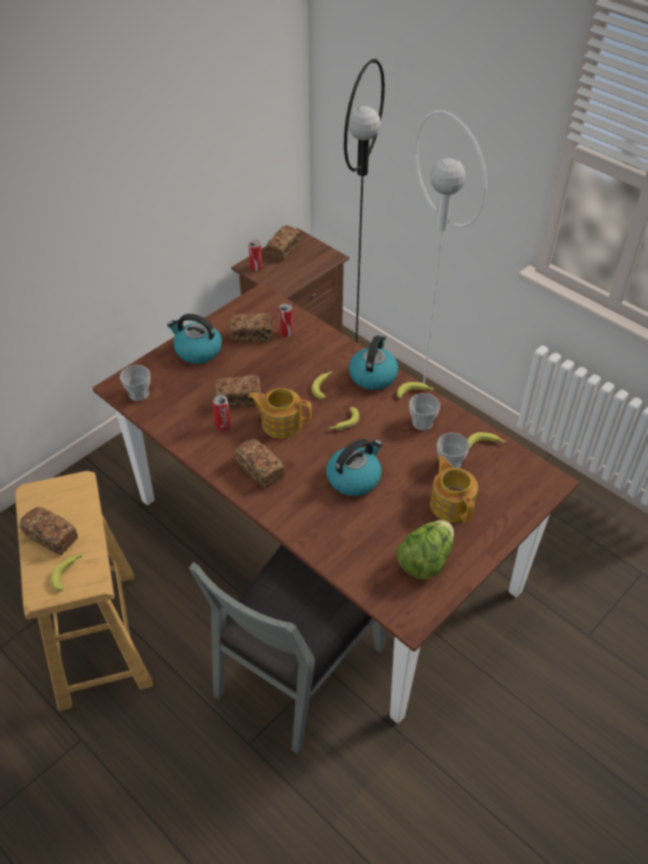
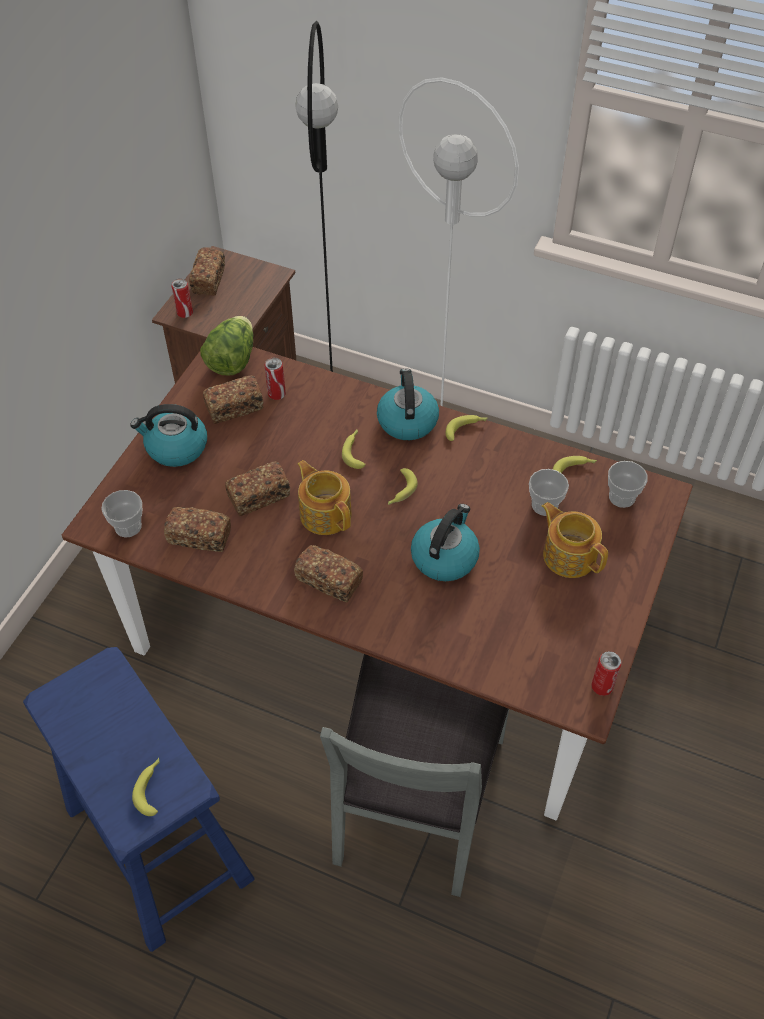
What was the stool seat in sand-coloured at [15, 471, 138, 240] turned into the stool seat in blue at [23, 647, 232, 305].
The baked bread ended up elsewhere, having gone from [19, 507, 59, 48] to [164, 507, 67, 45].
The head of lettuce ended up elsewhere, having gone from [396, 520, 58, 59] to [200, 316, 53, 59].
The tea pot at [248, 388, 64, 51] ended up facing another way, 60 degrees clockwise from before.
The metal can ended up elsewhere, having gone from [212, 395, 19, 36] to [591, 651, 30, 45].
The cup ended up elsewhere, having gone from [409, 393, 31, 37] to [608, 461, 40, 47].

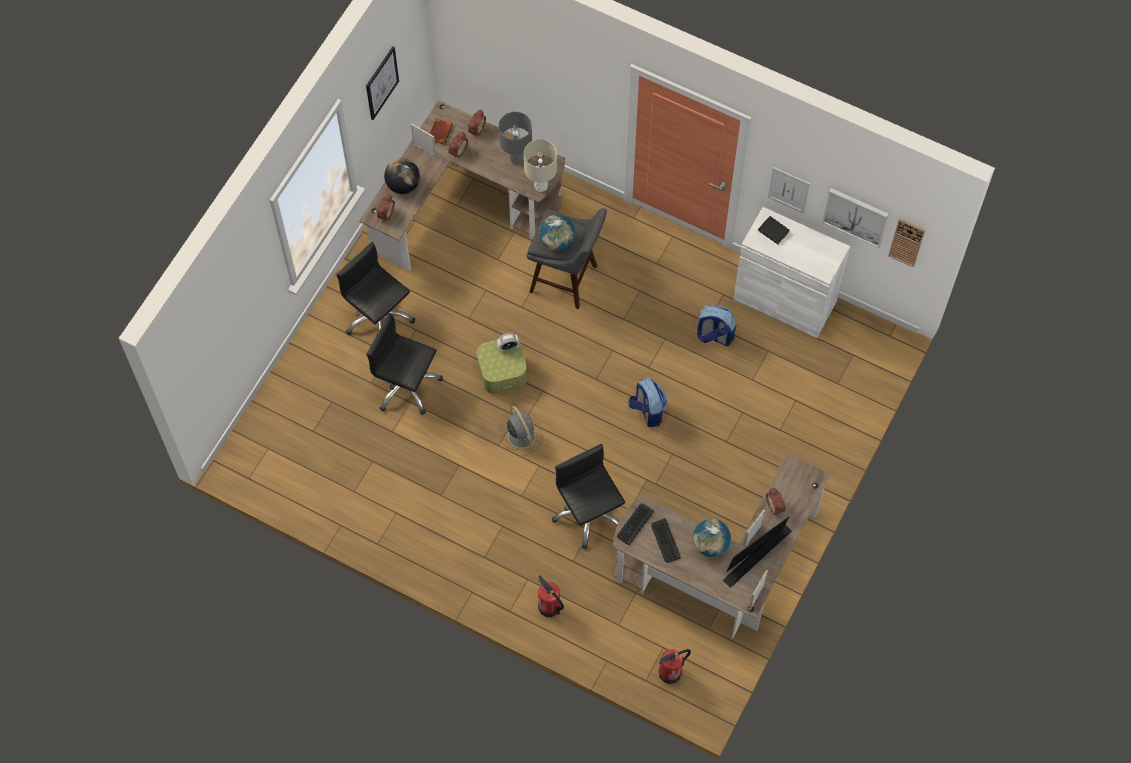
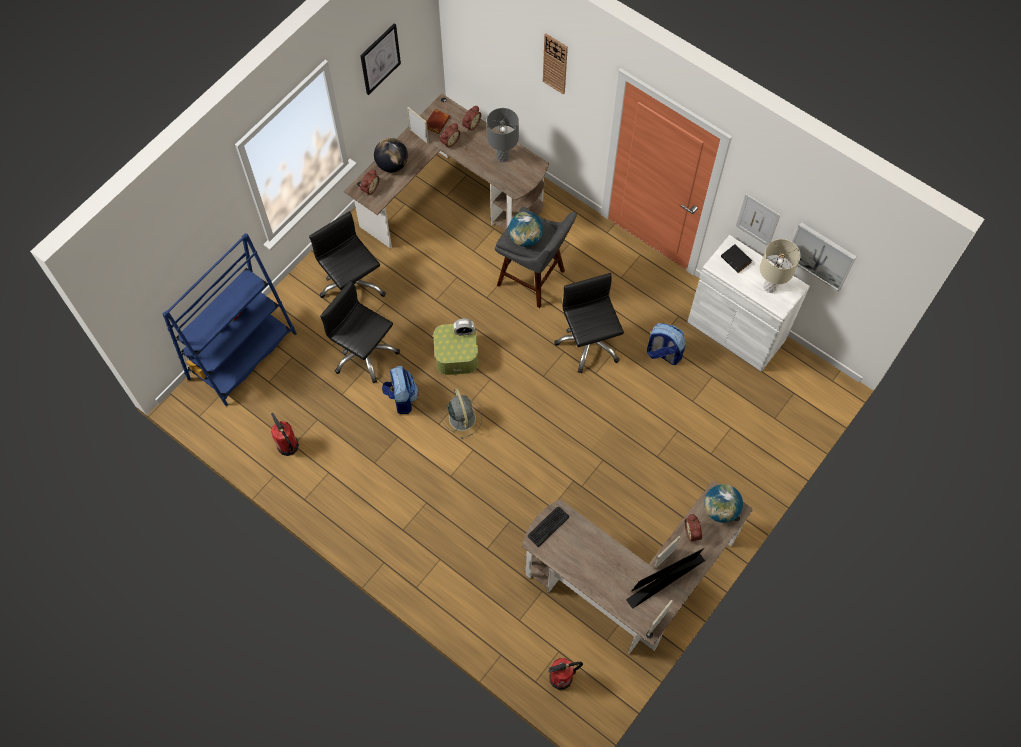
The second view gained the shelving unit in blue at [163, 233, 134, 173].
The fire-fighting cylinder ended up elsewhere, having gone from [538, 575, 26, 42] to [271, 413, 28, 43].
The backpack ended up elsewhere, having gone from [628, 377, 39, 50] to [382, 366, 37, 48].
The wall clock ended up elsewhere, having gone from [888, 218, 37, 49] to [543, 33, 25, 62].
The computer chair in black-coloured ended up elsewhere, having gone from [552, 444, 73, 105] to [555, 273, 69, 100].
The globe ended up elsewhere, having gone from [693, 519, 38, 38] to [704, 484, 39, 39].
The tabletop lamp in sand-coloured ended up elsewhere, having gone from [524, 139, 33, 53] to [760, 239, 41, 54].
The second view lost the PC keyboard at [651, 518, 30, 45].

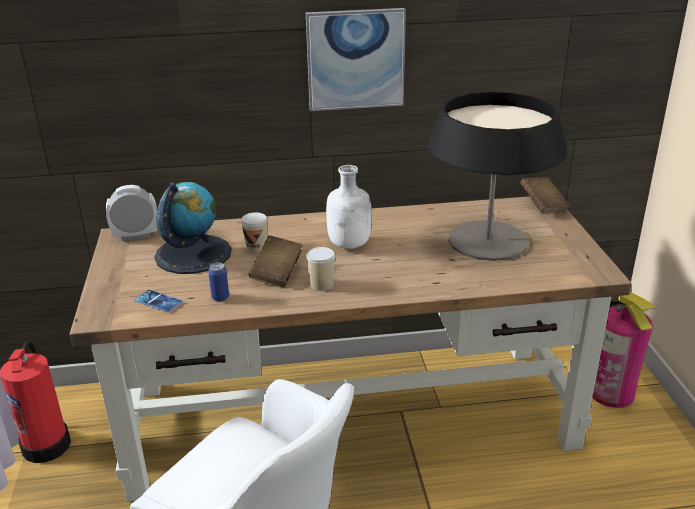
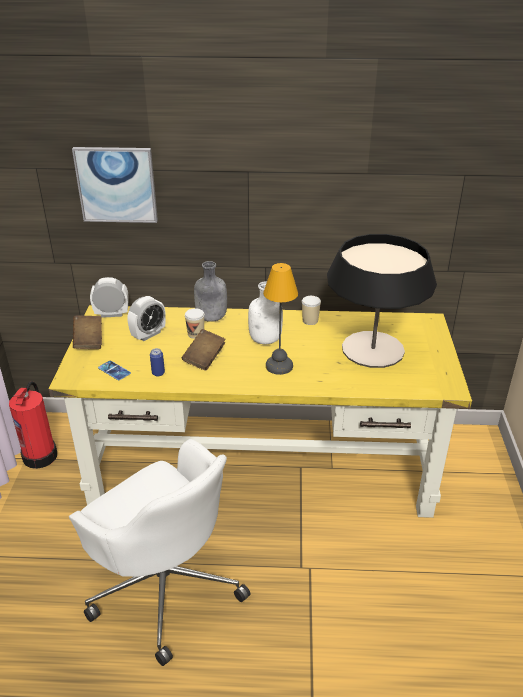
What was the desk table in brown at [70, 196, 562, 305] turned into the desk table in yellowish at [49, 305, 423, 213].
The picture ended up elsewhere, having gone from [306, 8, 100, 103] to [72, 147, 86, 76].
The volume in brown ended up elsewhere, having gone from [520, 177, 51, 36] to [73, 315, 29, 34].
Where the globe stood at [154, 182, 78, 92], the table clock came to stand at [128, 296, 38, 45].
The second view gained the beverage bottle in greyish at [194, 261, 33, 61].
The second view gained the tabletop lamp at [263, 263, 35, 112].
The cup ended up elsewhere, having gone from [306, 247, 29, 44] to [302, 296, 19, 29].
The second view lost the fire-fighting cylinder at [592, 293, 63, 115].

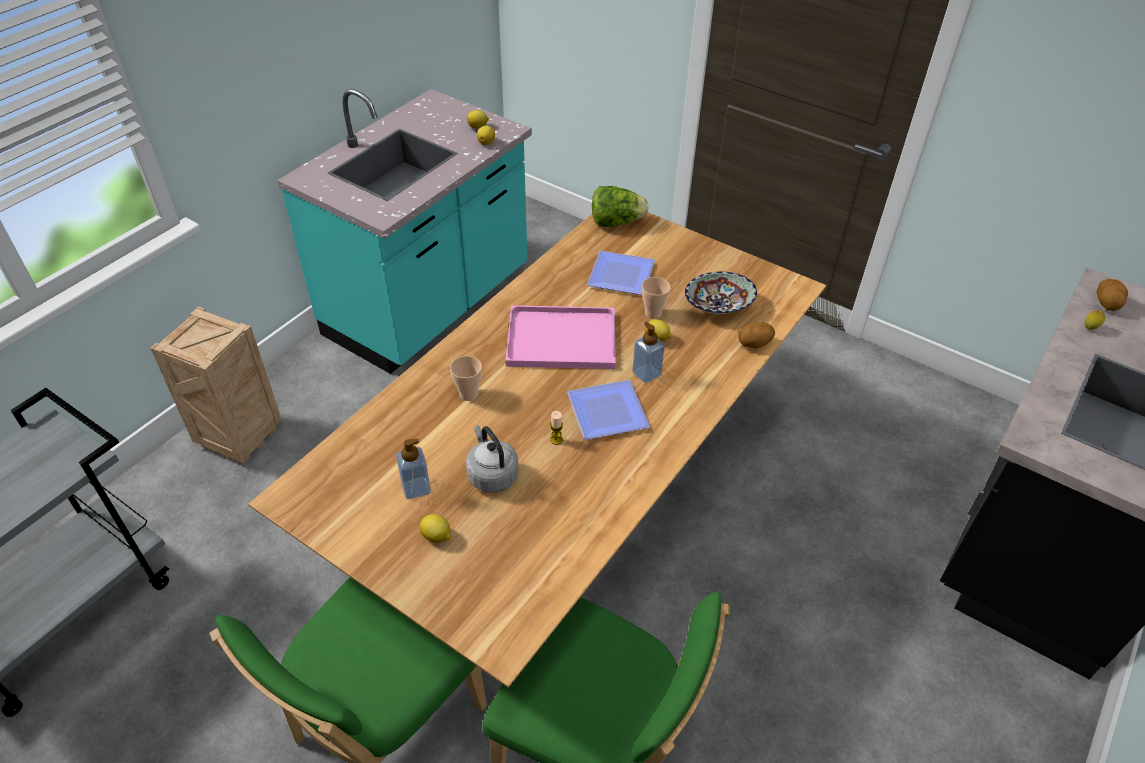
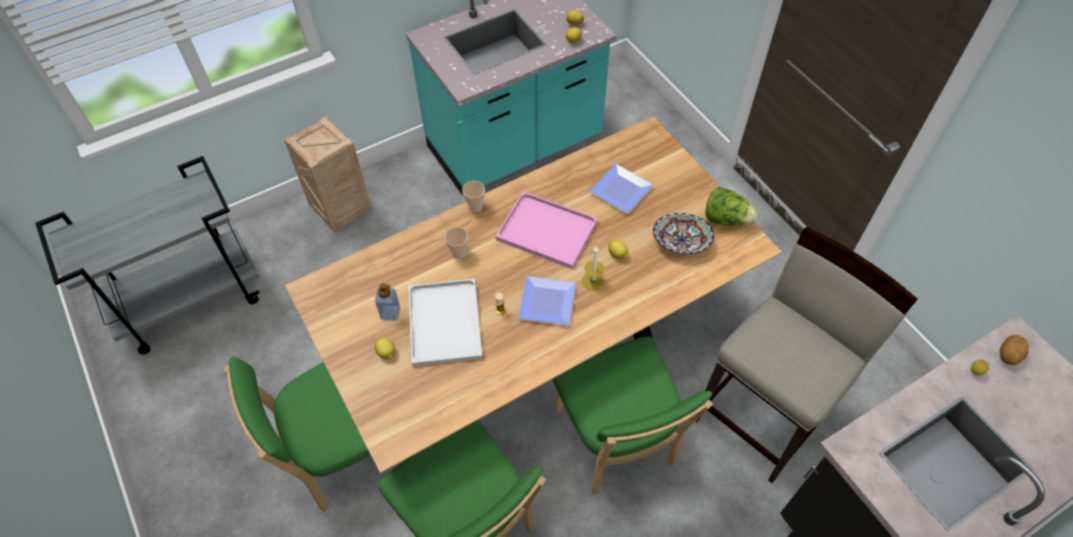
Where the water kettle in greyish stood at [466, 426, 53, 67], the tray in white-coloured came to stand at [408, 279, 75, 87].
The cup ended up elsewhere, having gone from [642, 277, 29, 42] to [462, 181, 23, 32].
The second view gained the plain chair in green-coloured at [552, 336, 161, 158].
Where the soap dispenser stood at [632, 322, 33, 61], the wax light came to stand at [582, 246, 22, 45].
The second view gained the stool seat in sand-coloured at [695, 227, 223, 256].
The head of lettuce ended up elsewhere, having gone from [592, 186, 57, 41] to [706, 187, 52, 39].
The second view lost the whole potato at [738, 322, 37, 26].

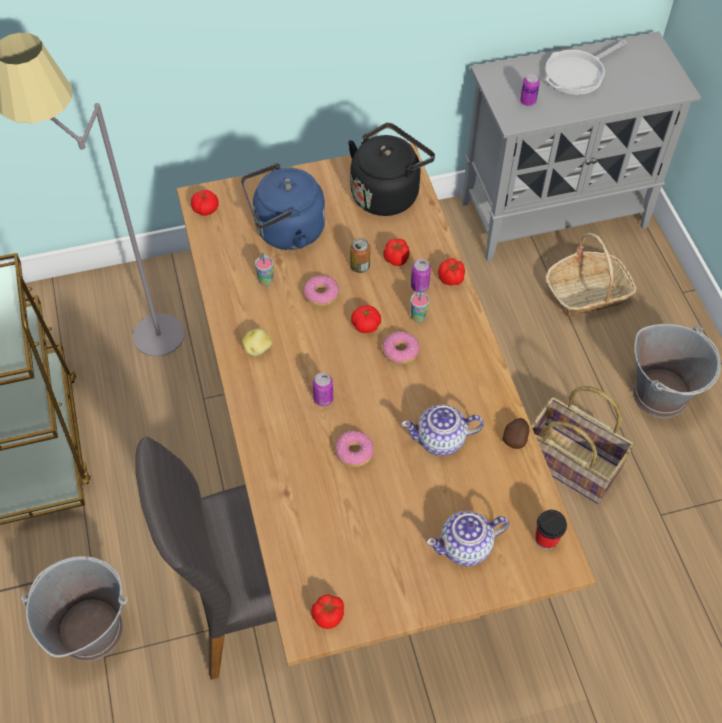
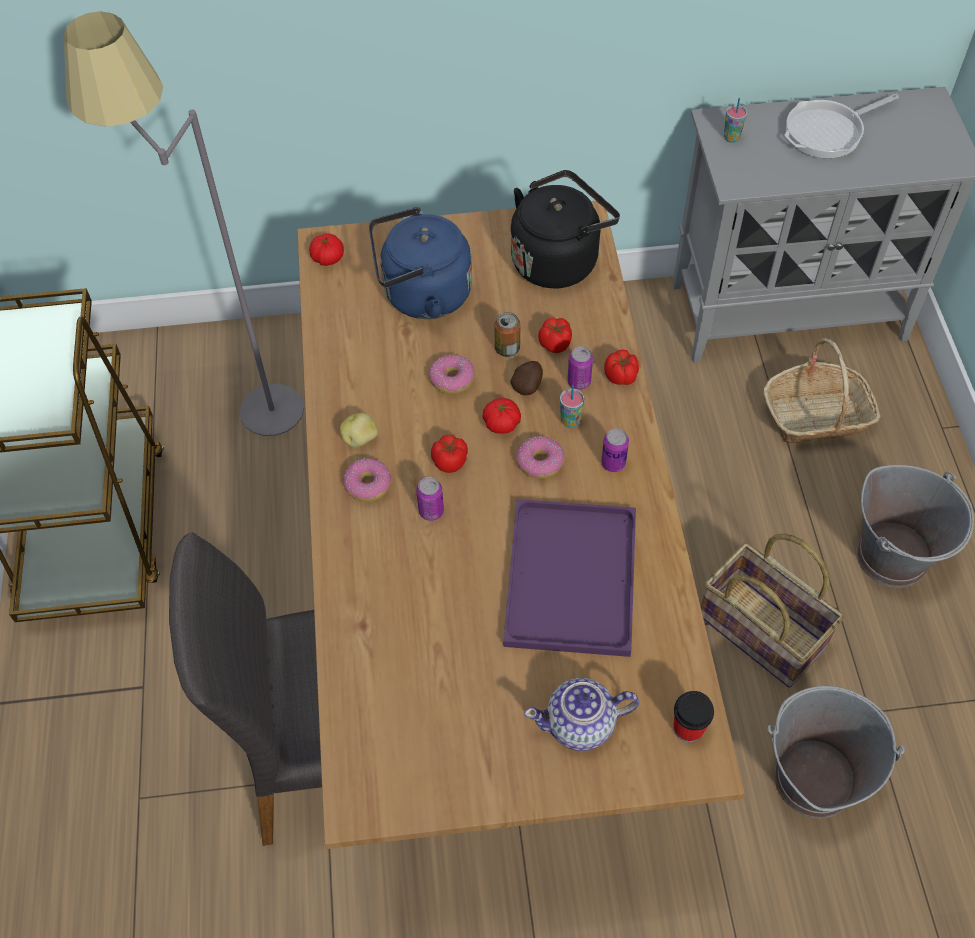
The doughnut ended up elsewhere, having gone from [335, 431, 39, 36] to [343, 458, 48, 44].
The fresh tomato ended up elsewhere, having gone from [311, 594, 33, 35] to [431, 435, 37, 38].
Where the tea pot stood at [401, 404, 83, 52], the tray in purplish came to stand at [503, 499, 133, 158].
The whole potato ended up elsewhere, having gone from [503, 418, 26, 31] to [510, 361, 33, 34].
The metal can ended up elsewhere, having gone from [520, 73, 20, 33] to [601, 428, 28, 44].
The cup ended up elsewhere, having gone from [255, 253, 18, 33] to [724, 98, 23, 45].
The pail in greyish ended up elsewhere, having gone from [21, 556, 107, 105] to [768, 686, 137, 132].

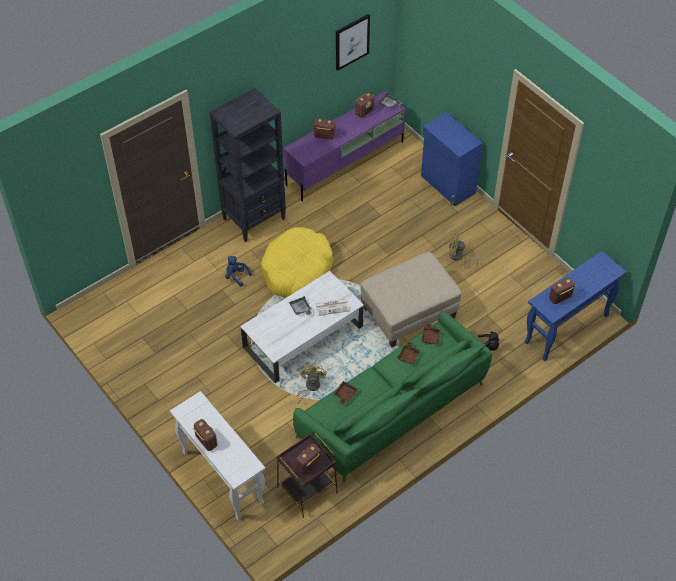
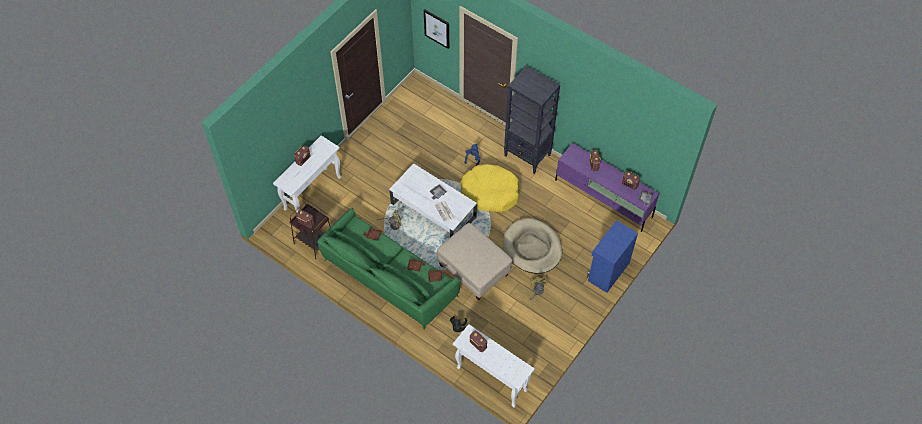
The picture ended up elsewhere, having gone from [336, 14, 34, 57] to [424, 9, 25, 40].
What was the narrow table in blue at [524, 251, 102, 110] turned into the narrow table in white-coloured at [453, 324, 82, 83].
The second view gained the pet bed in sand-coloured at [503, 218, 59, 56].

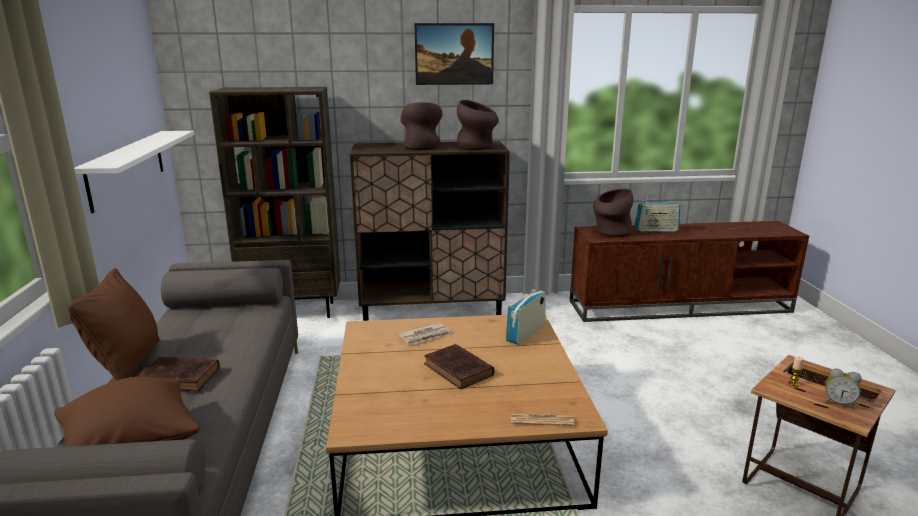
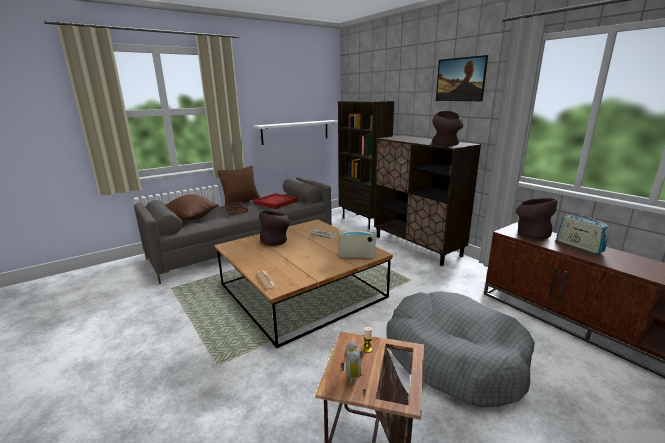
The second view gained the tray in red-coloured at [253, 193, 44, 16].
The decorative vase in brown ended up elsewhere, having gone from [400, 102, 42, 48] to [259, 210, 31, 36].
The second view gained the pet bed in greyish at [386, 291, 149, 117].
The second view lost the volume in brown at [424, 344, 71, 45].

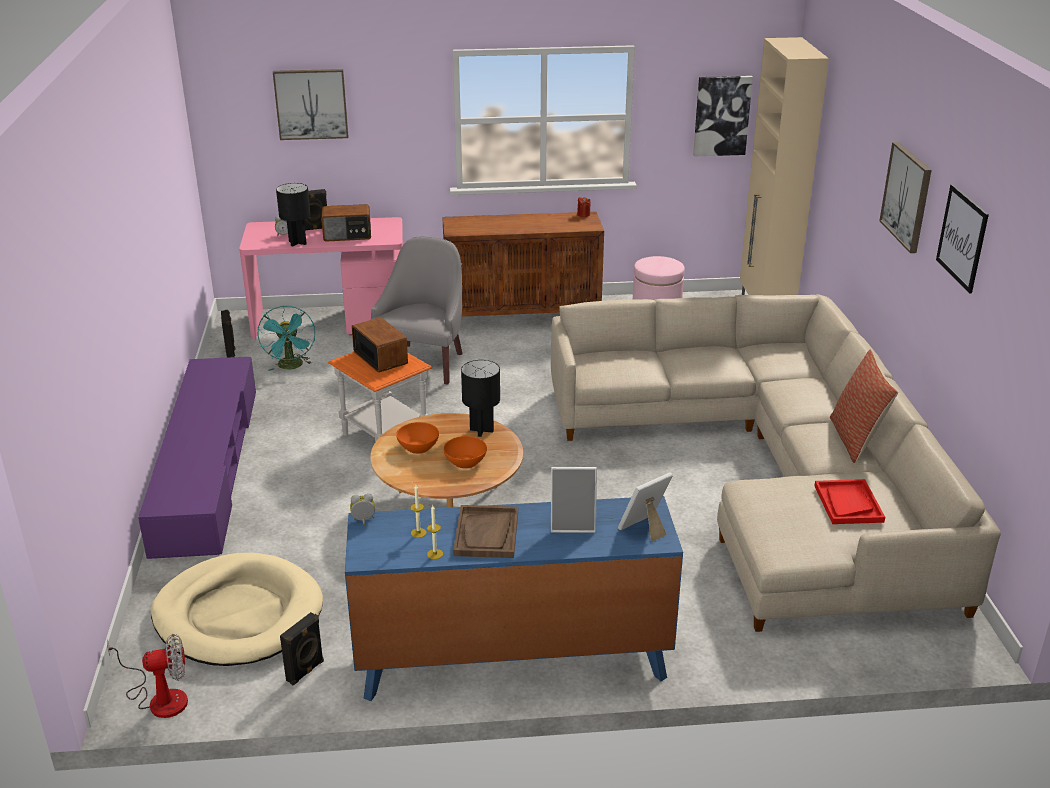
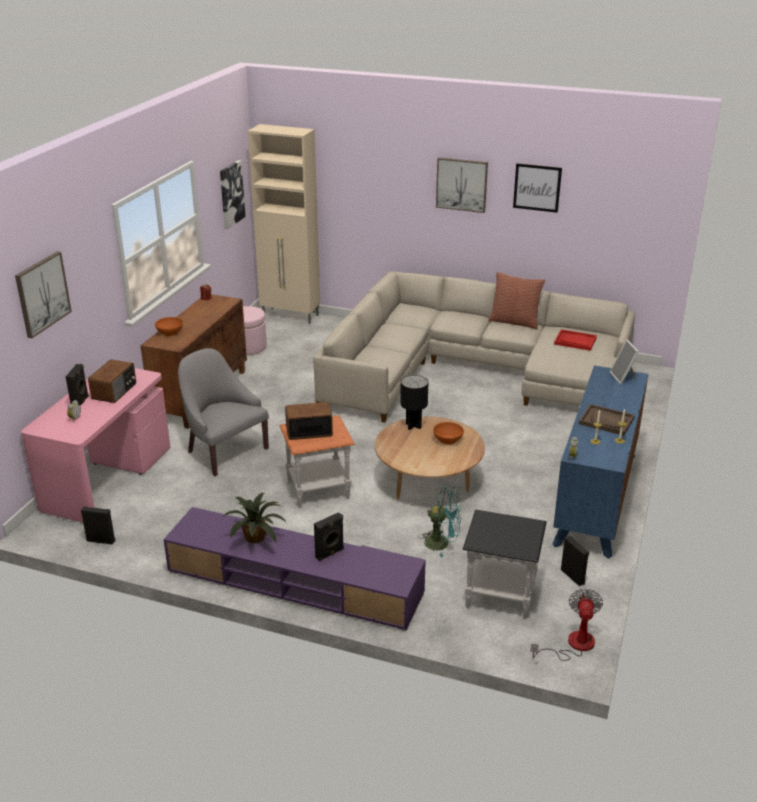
The deep dish in orange-coloured ended up elsewhere, having gone from [396, 422, 43, 32] to [155, 317, 28, 19].
The second view gained the potted plant at [223, 492, 64, 51].
The second view gained the audio speaker in black-coloured at [314, 512, 30, 49].
The cooling fan in turquoise ended up elsewhere, having gone from [258, 305, 57, 66] to [419, 487, 42, 70].
Where the pet bed in sand-coloured stood at [151, 553, 172, 113], the accent table in black-coloured came to stand at [463, 510, 84, 109].
The second view lost the tabletop lamp in black-coloured at [276, 183, 35, 64].
The second view lost the picture frame at [551, 467, 46, 66].

